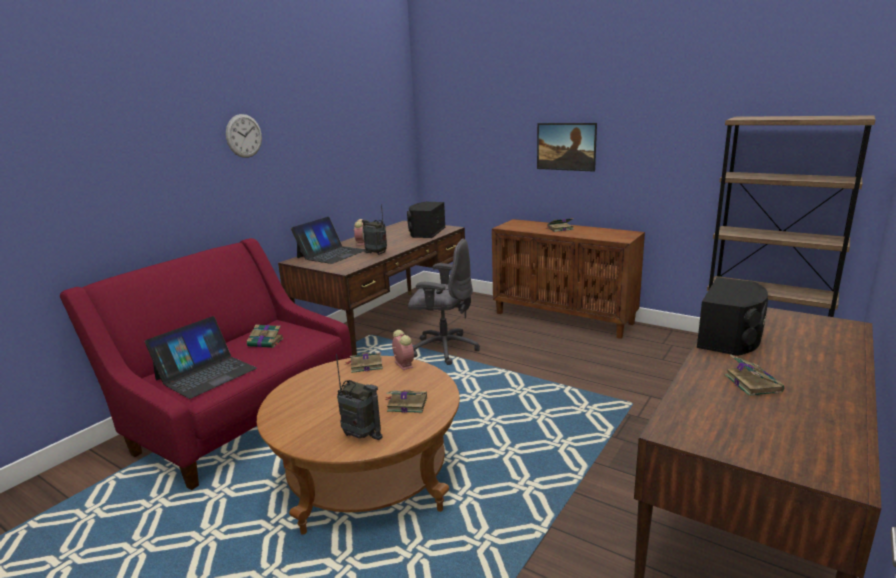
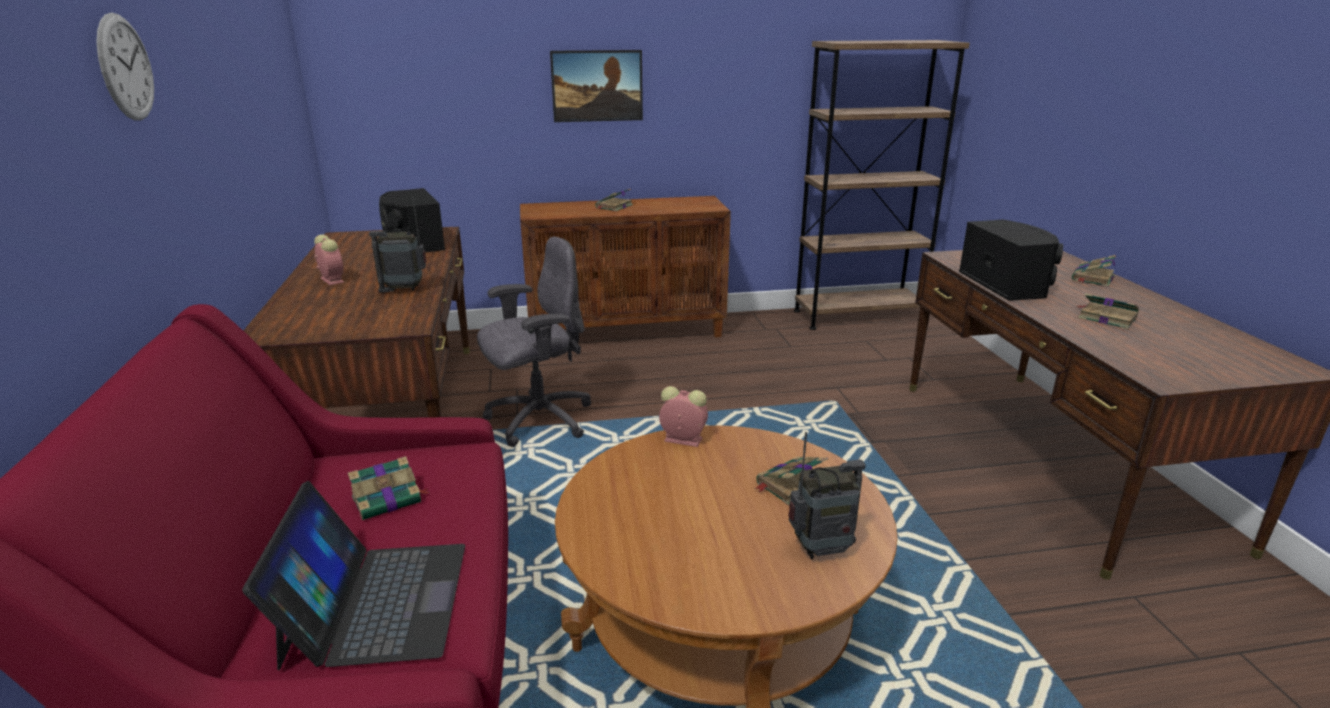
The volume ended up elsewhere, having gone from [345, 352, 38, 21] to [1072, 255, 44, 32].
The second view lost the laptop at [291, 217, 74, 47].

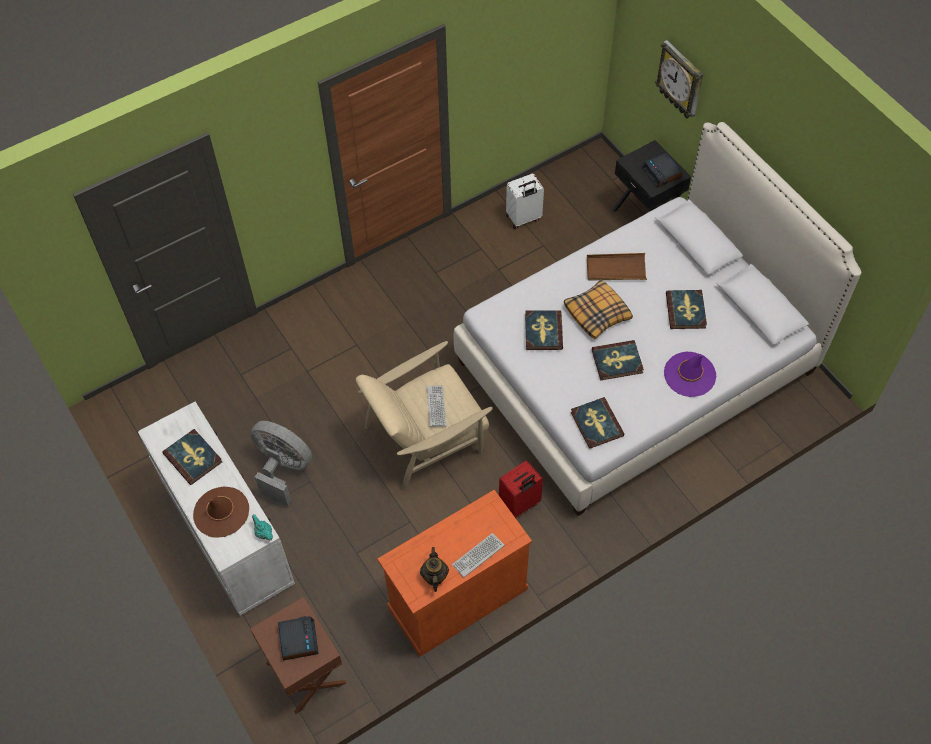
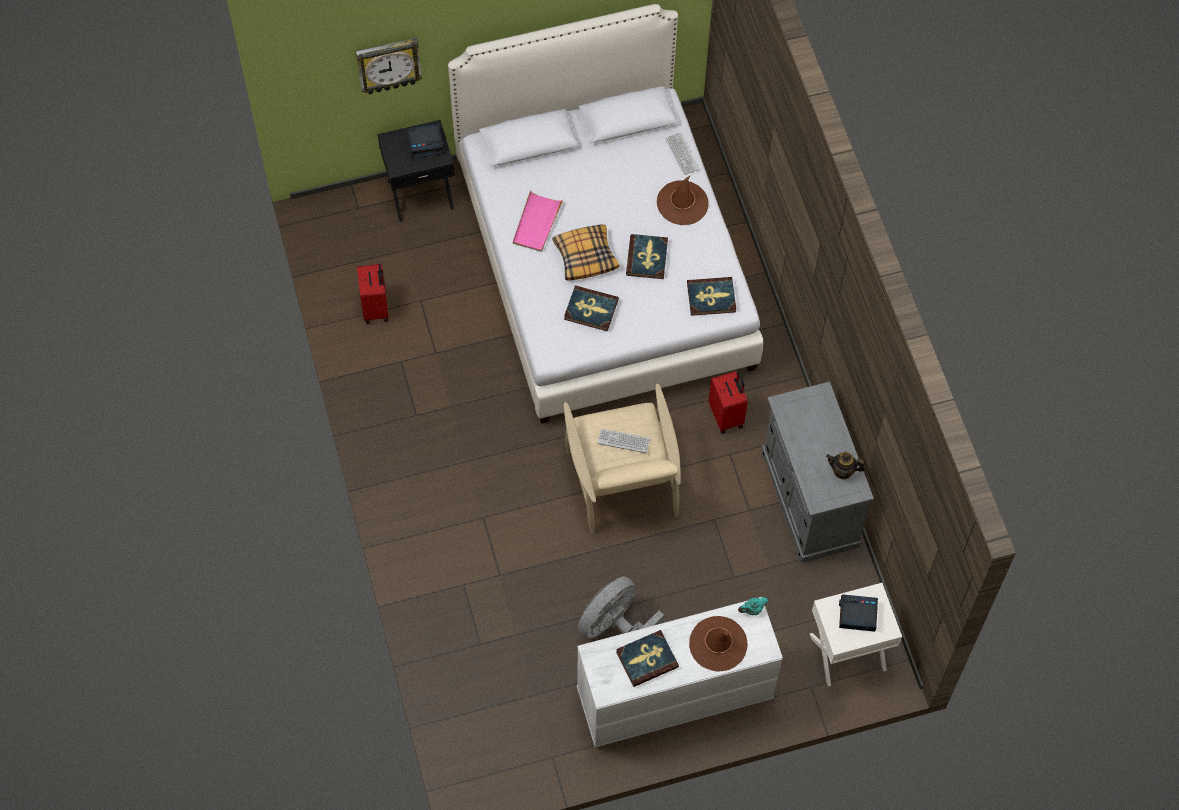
What was the suitcase in white-coloured at [506, 173, 38, 56] turned into the suitcase in red-coloured at [357, 264, 32, 60].
What was the tray in brown at [587, 253, 60, 28] turned into the tray in pink-coloured at [513, 190, 50, 62].
What was the wearable hat in purplish at [664, 352, 52, 45] turned into the wearable hat in brown at [657, 176, 52, 49].
The PC keyboard ended up elsewhere, having gone from [452, 533, 52, 44] to [665, 132, 35, 43].
What was the storage cabinet in orange-coloured at [377, 490, 155, 167] turned into the storage cabinet in greyish at [761, 382, 113, 181].
What was the nightstand in brown at [250, 597, 96, 117] turned into the nightstand in white-coloured at [810, 583, 92, 103].
The second view lost the volume at [666, 290, 41, 39].

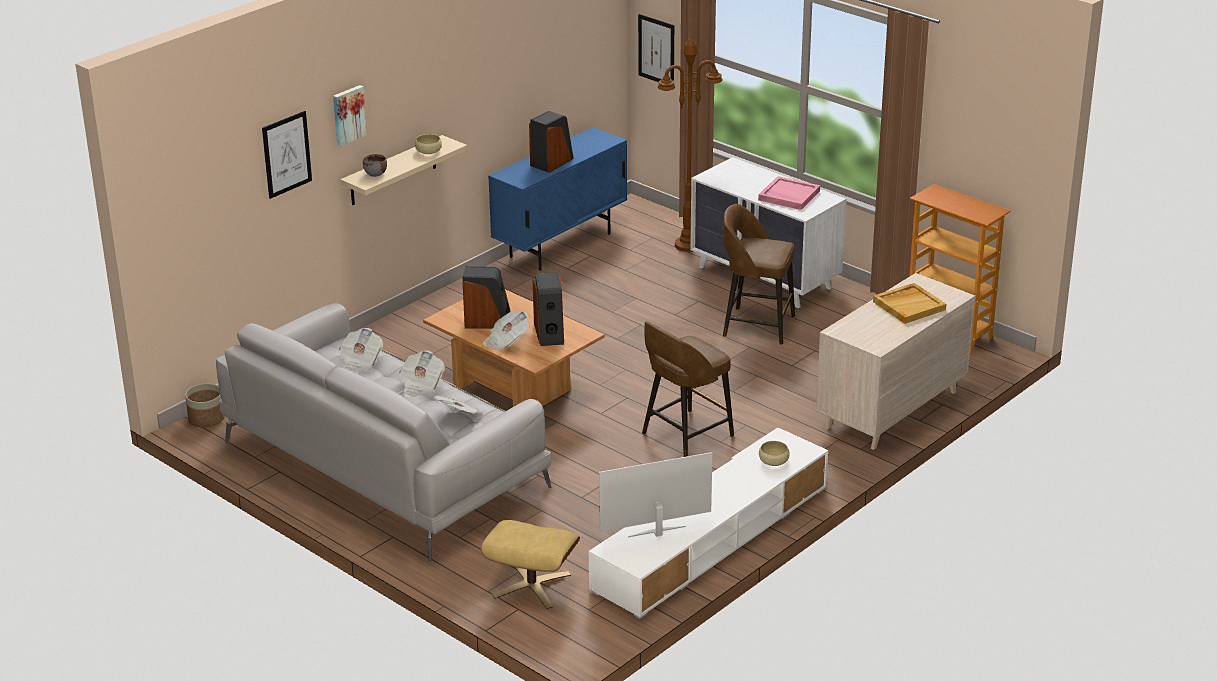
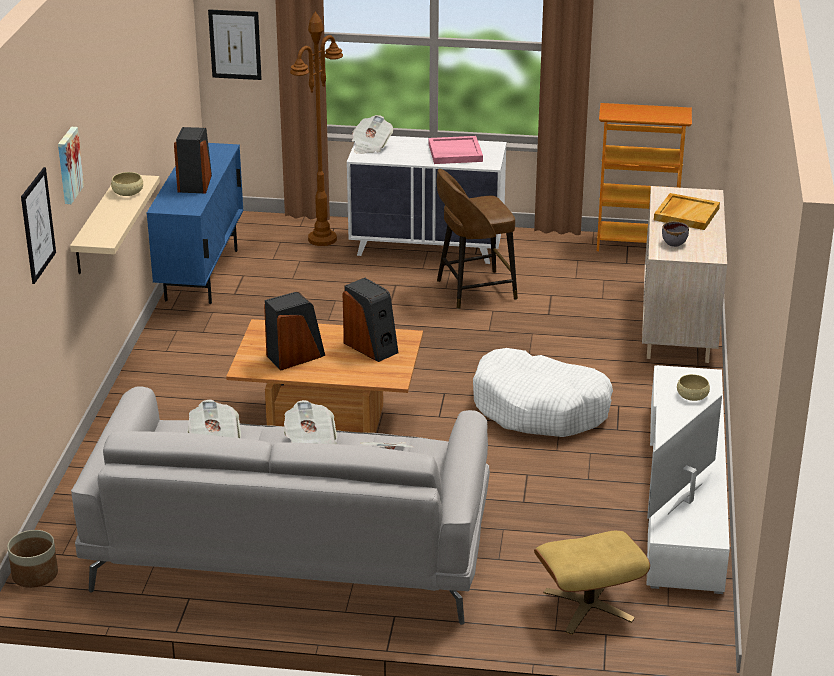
The daily paper ended up elsewhere, having gone from [483, 311, 46, 40] to [352, 115, 41, 39].
Where the stool seat in brown stood at [642, 321, 92, 136], the pet bed in white-coloured came to stand at [473, 348, 140, 89].
The deep dish in greyish ended up elsewhere, having gone from [363, 154, 24, 23] to [662, 221, 27, 26].

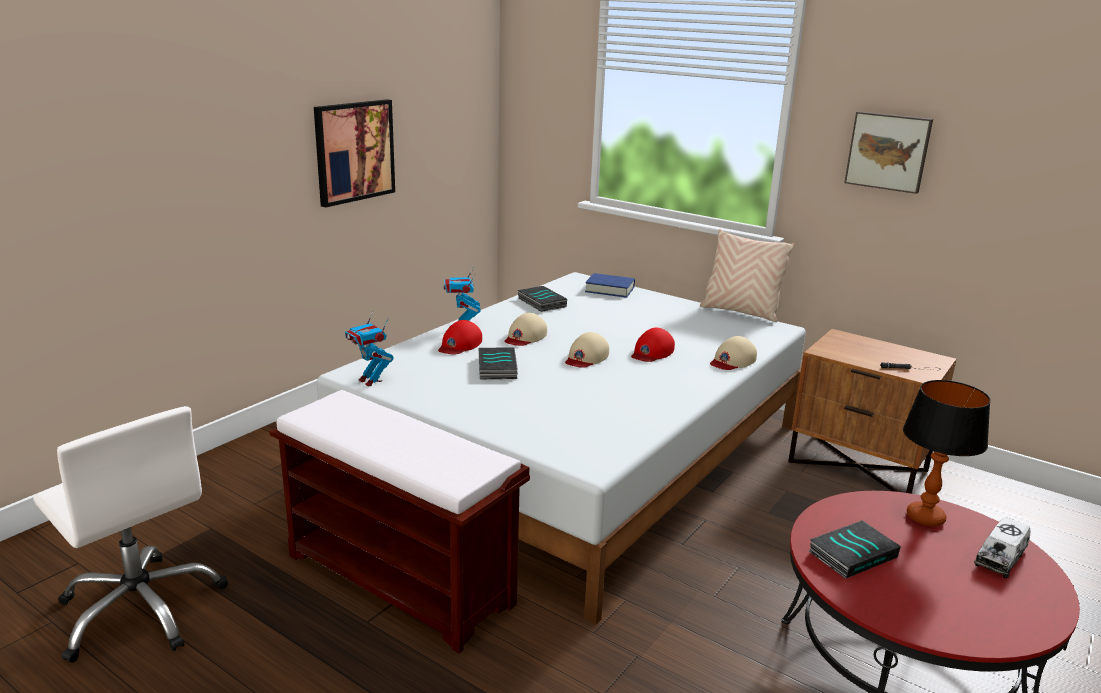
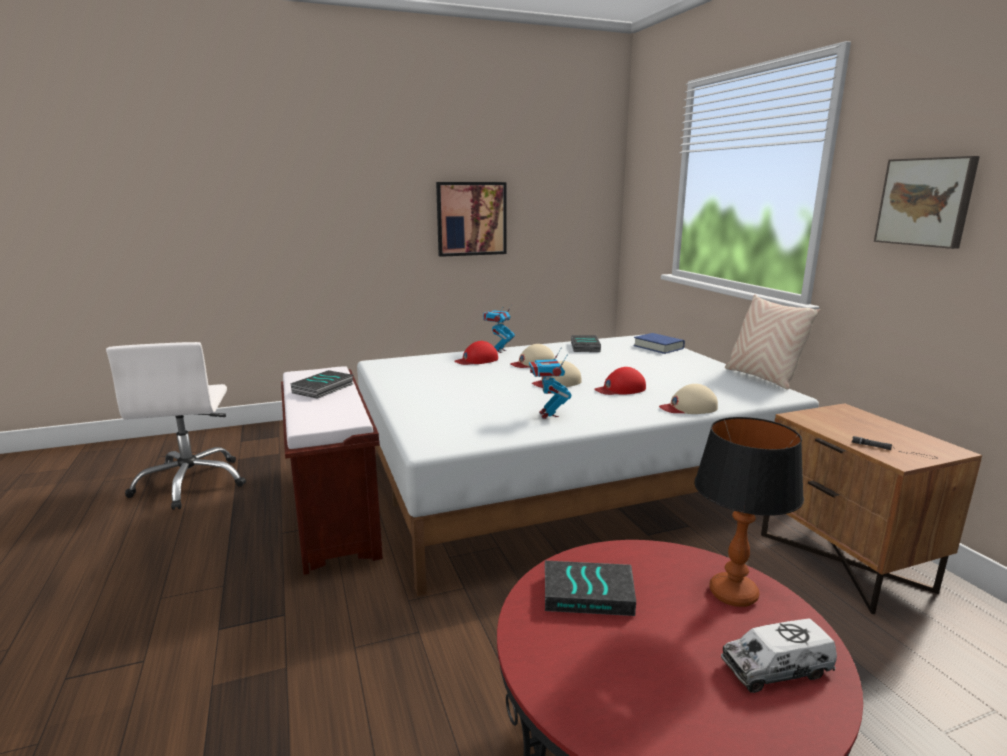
The volume ended up elsewhere, having gone from [478, 347, 40, 32] to [291, 370, 62, 29].
The robot figure ended up elsewhere, having gone from [345, 310, 49, 77] to [529, 347, 42, 72].

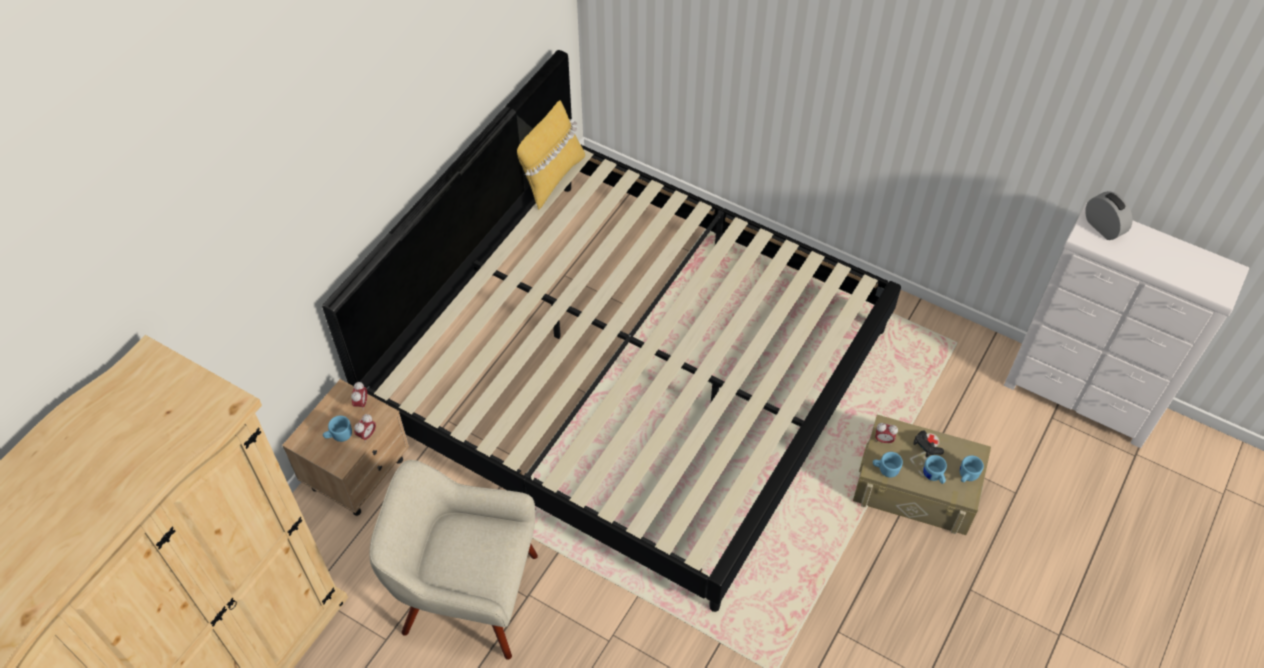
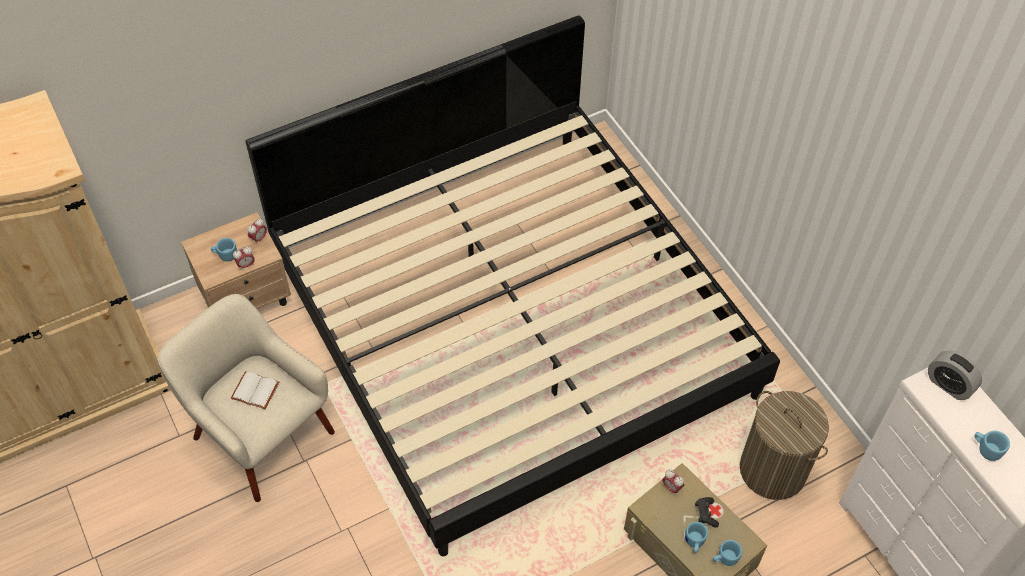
The second view gained the volume in white-coloured at [231, 371, 48, 38].
The second view gained the hamper at [740, 391, 89, 109].
The table clock at [1085, 191, 47, 49] ended up facing another way, 135 degrees clockwise from before.
The coffee mug in blue ended up elsewhere, having gone from [873, 452, 30, 25] to [974, 431, 36, 30].
The second view lost the throw pillow in yellowish at [517, 100, 68, 110].

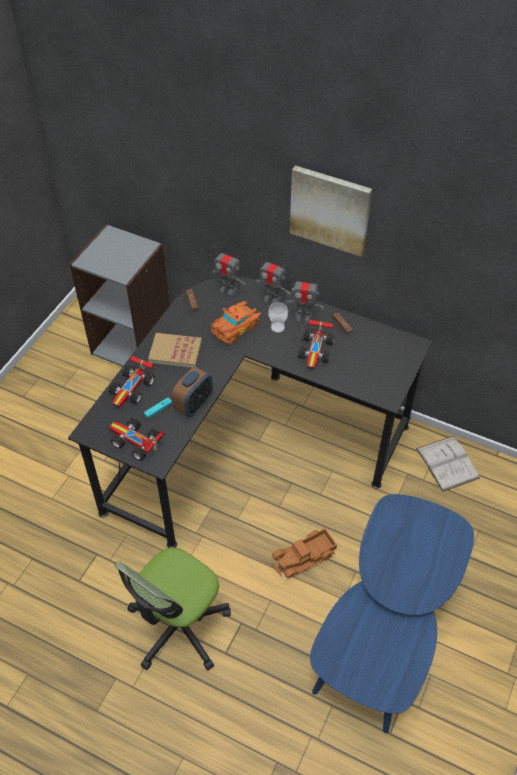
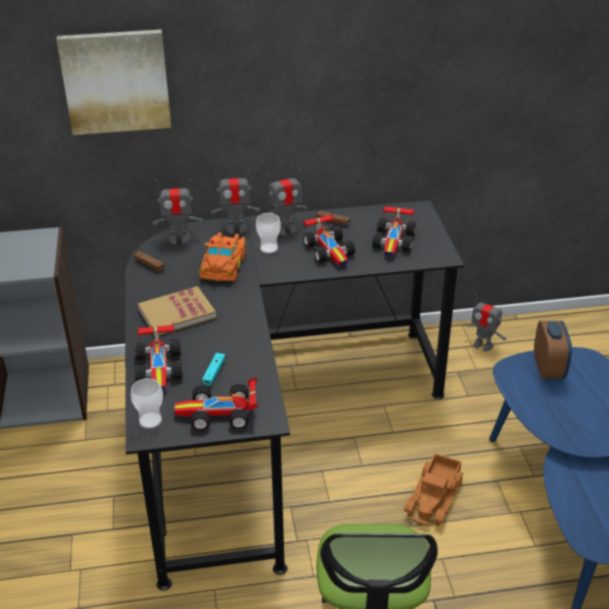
The picture ended up elsewhere, having gone from [290, 165, 82, 92] to [56, 29, 115, 106].
The second view gained the cup at [130, 378, 33, 51].
The second view gained the toy car at [372, 205, 44, 51].
Where the volume in white-coloured stood at [416, 436, 64, 56], the robot figure came to stand at [465, 293, 41, 58].
The table clock ended up elsewhere, having gone from [172, 367, 41, 50] to [534, 321, 38, 57].

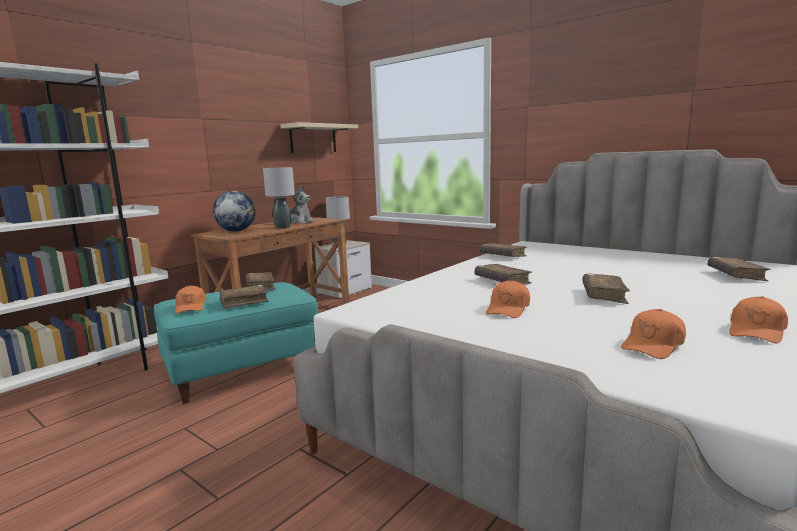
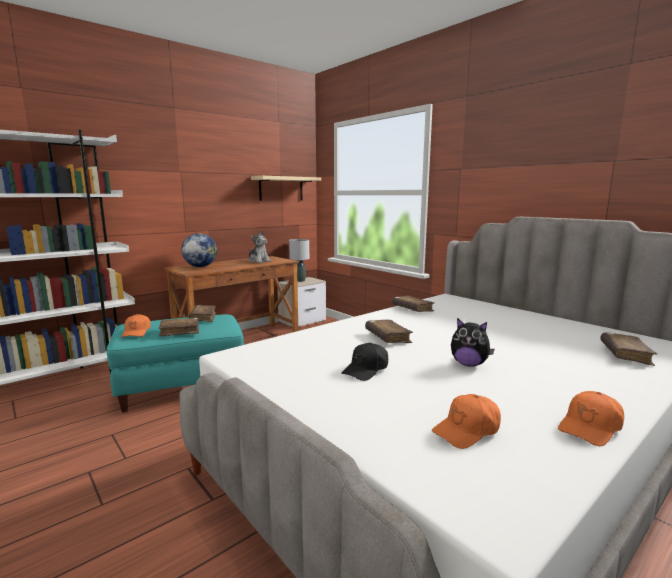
What was the baseball cap in orange-coloured at [486, 280, 44, 38] turned into the baseball cap in black-coloured at [342, 343, 46, 38].
Where the volume in brown stood at [582, 274, 48, 30], the plush toy came to stand at [451, 318, 44, 49].
The second view lost the tabletop lamp in greyish at [263, 167, 32, 62].

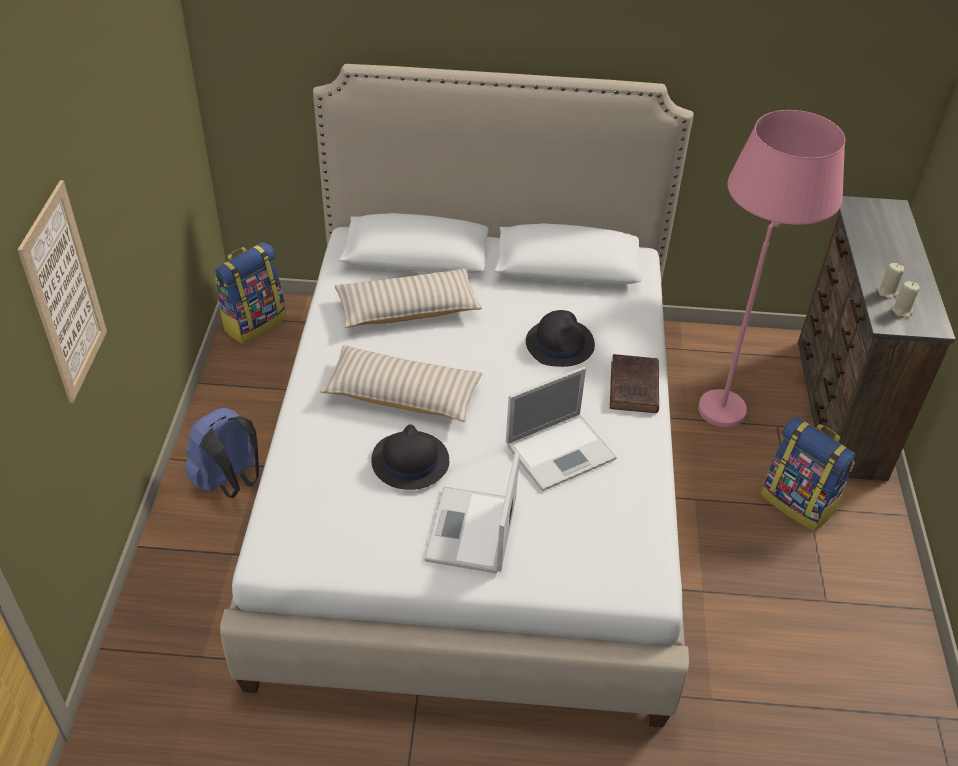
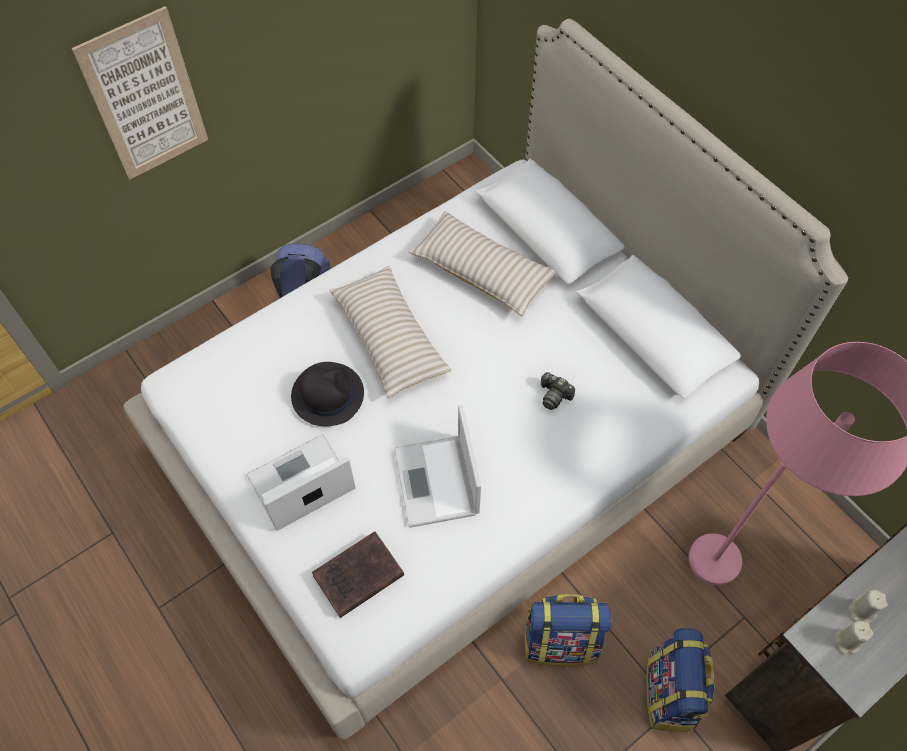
The volume in brown ended up elsewhere, having gone from [610, 354, 49, 59] to [311, 531, 93, 87].
The laptop at [506, 367, 111, 124] ended up facing another way, 60 degrees clockwise from before.
The backpack ended up elsewhere, having gone from [214, 242, 72, 102] to [524, 594, 88, 72].
Where the wearable hat in black-coloured stood at [526, 310, 69, 57], the still camera came to stand at [541, 372, 34, 38].

